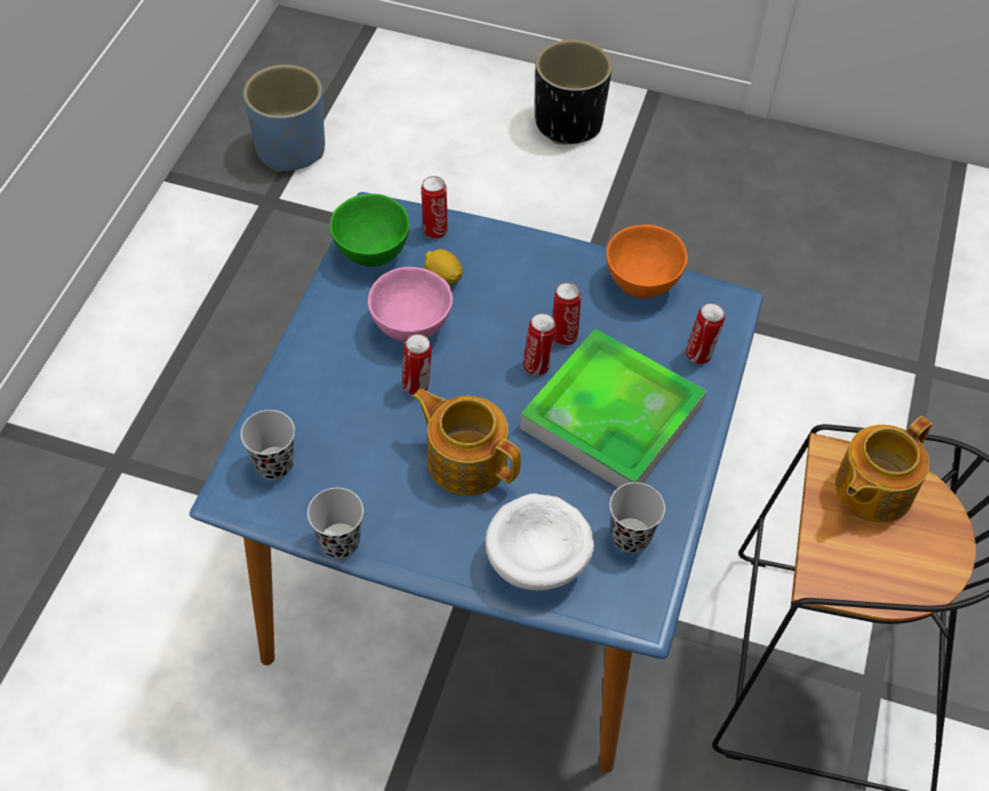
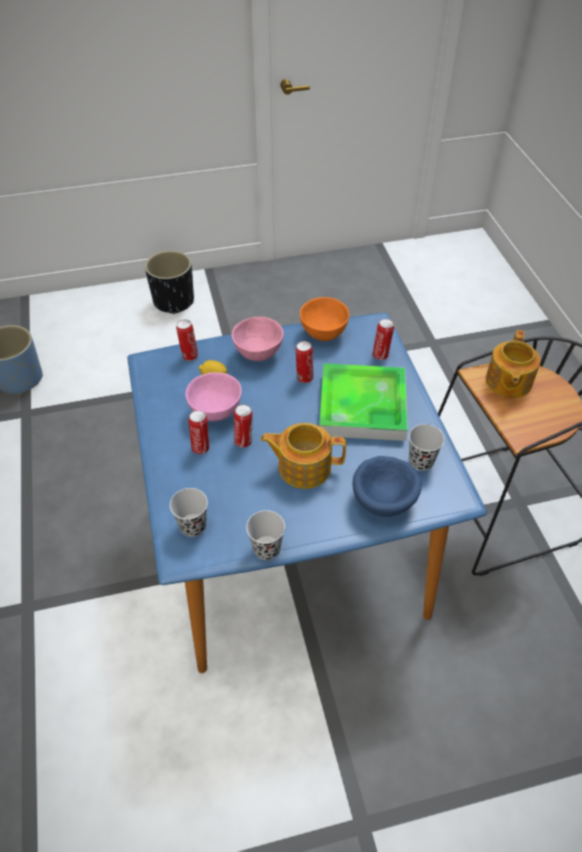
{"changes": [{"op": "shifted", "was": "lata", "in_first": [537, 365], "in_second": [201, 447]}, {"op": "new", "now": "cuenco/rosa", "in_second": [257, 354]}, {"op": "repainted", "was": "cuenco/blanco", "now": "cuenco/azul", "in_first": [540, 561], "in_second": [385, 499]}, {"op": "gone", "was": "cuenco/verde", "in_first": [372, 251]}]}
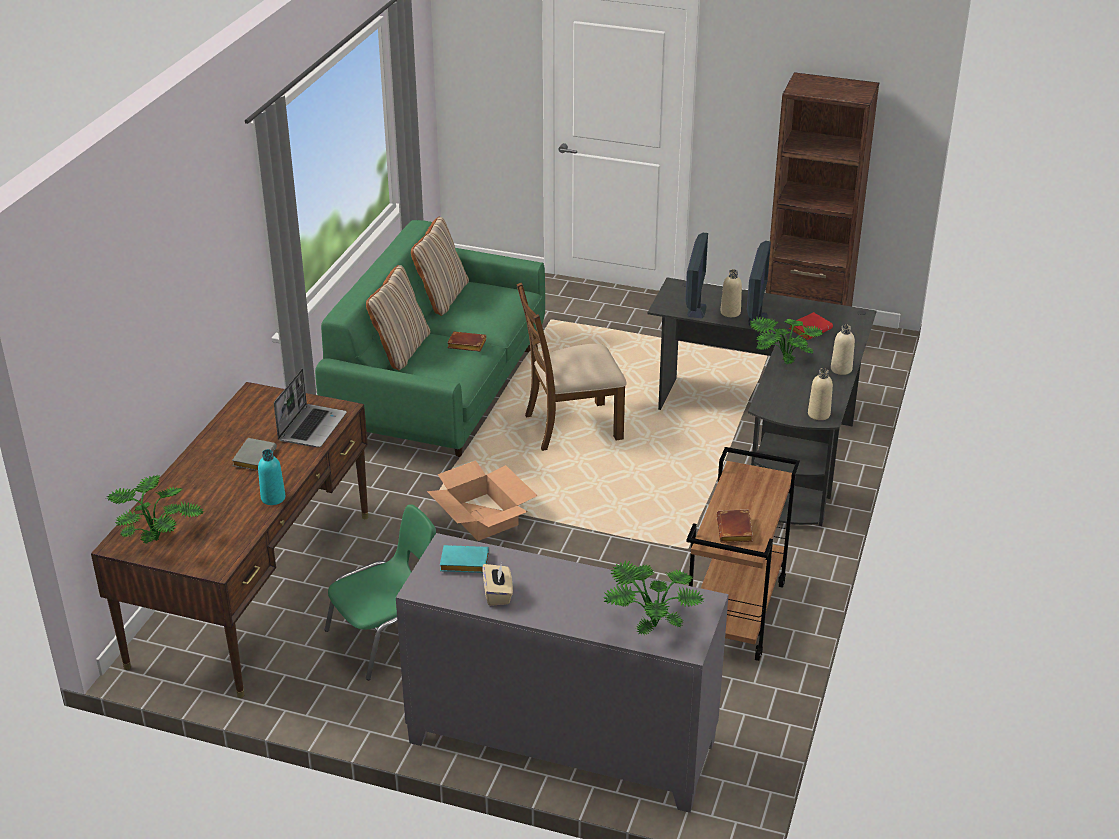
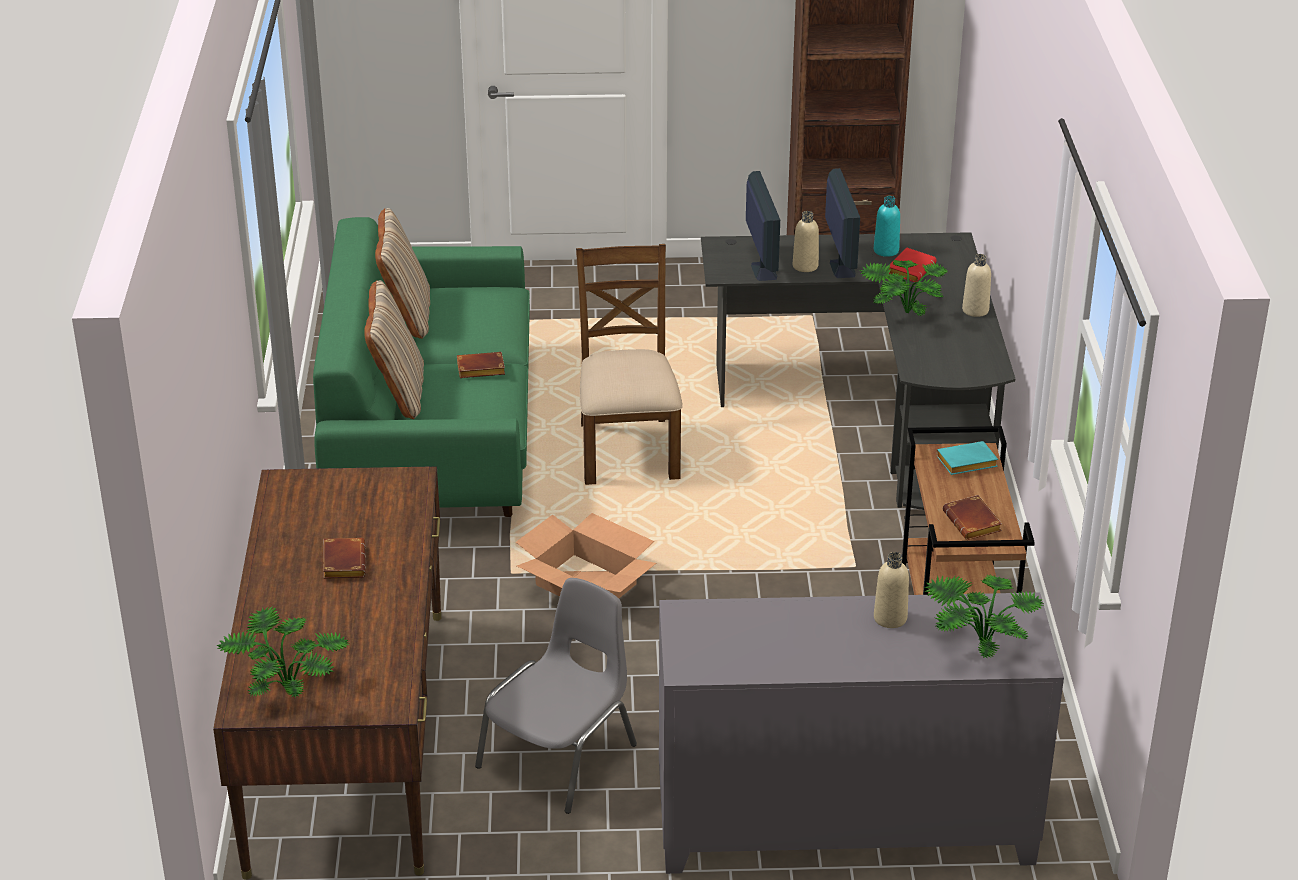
{"changes": [{"op": "repainted", "was": "libro/gris", "now": "libro/marrón", "in_first": [254, 457], "in_second": [342, 562]}, {"op": "repainted", "was": "silla/verde", "now": "silla/gris", "in_first": [388, 636], "in_second": [560, 755]}, {"op": "rotated", "was": "silla/marrón", "in_first": [571, 427], "in_second": [627, 450], "clockwise": 120}, {"op": "shifted", "was": "botella/turquesa", "in_first": [273, 498], "in_second": [886, 250]}, {"op": "shifted", "was": "botella/beis", "in_first": [818, 414], "in_second": [890, 618]}, {"op": "shifted", "was": "libro/turquesa", "in_first": [463, 564], "in_second": [965, 464]}, {"op": "gone", "was": "portátil", "in_first": [312, 427]}, {"op": "gone", "was": "caja de pañuelos/beis", "in_first": [498, 594]}]}
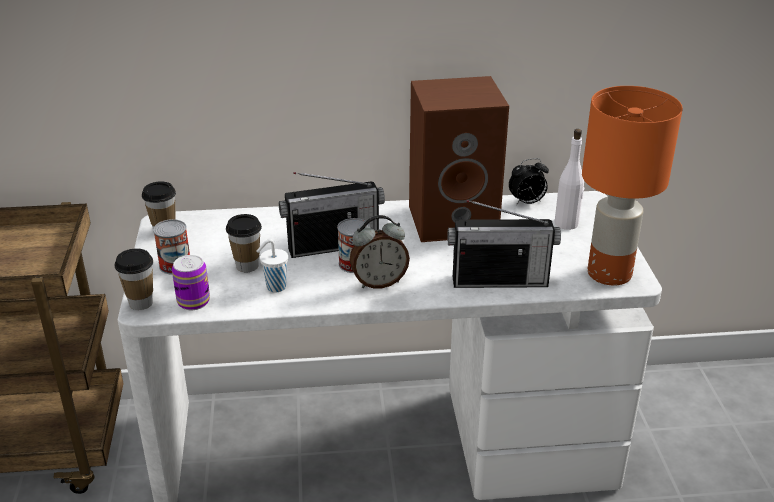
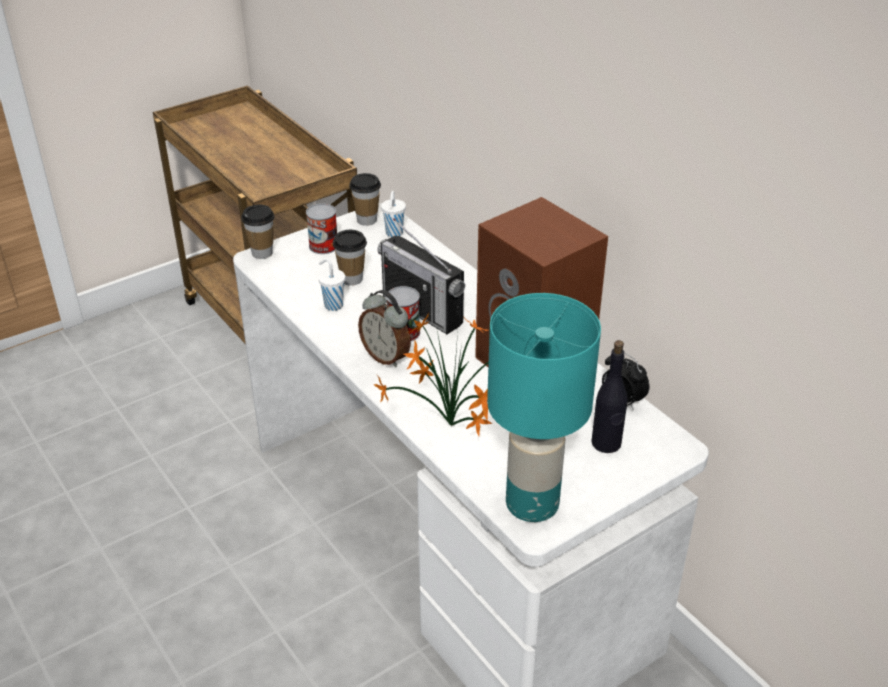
{"changes": [{"op": "swapped", "was": "radio", "now": "planta en maceta", "in_first": [499, 280], "in_second": [452, 429]}, {"op": "new", "now": "taza/blanco", "in_second": [394, 234]}, {"op": "repainted", "was": "lámpara de mesa/naranja", "now": "lámpara de mesa/turquesa", "in_first": [609, 273], "in_second": [533, 503]}, {"op": "repainted", "was": "botella/blanco", "now": "botella/negro", "in_first": [566, 223], "in_second": [606, 443]}, {"op": "gone", "was": "lata", "in_first": [193, 301]}]}
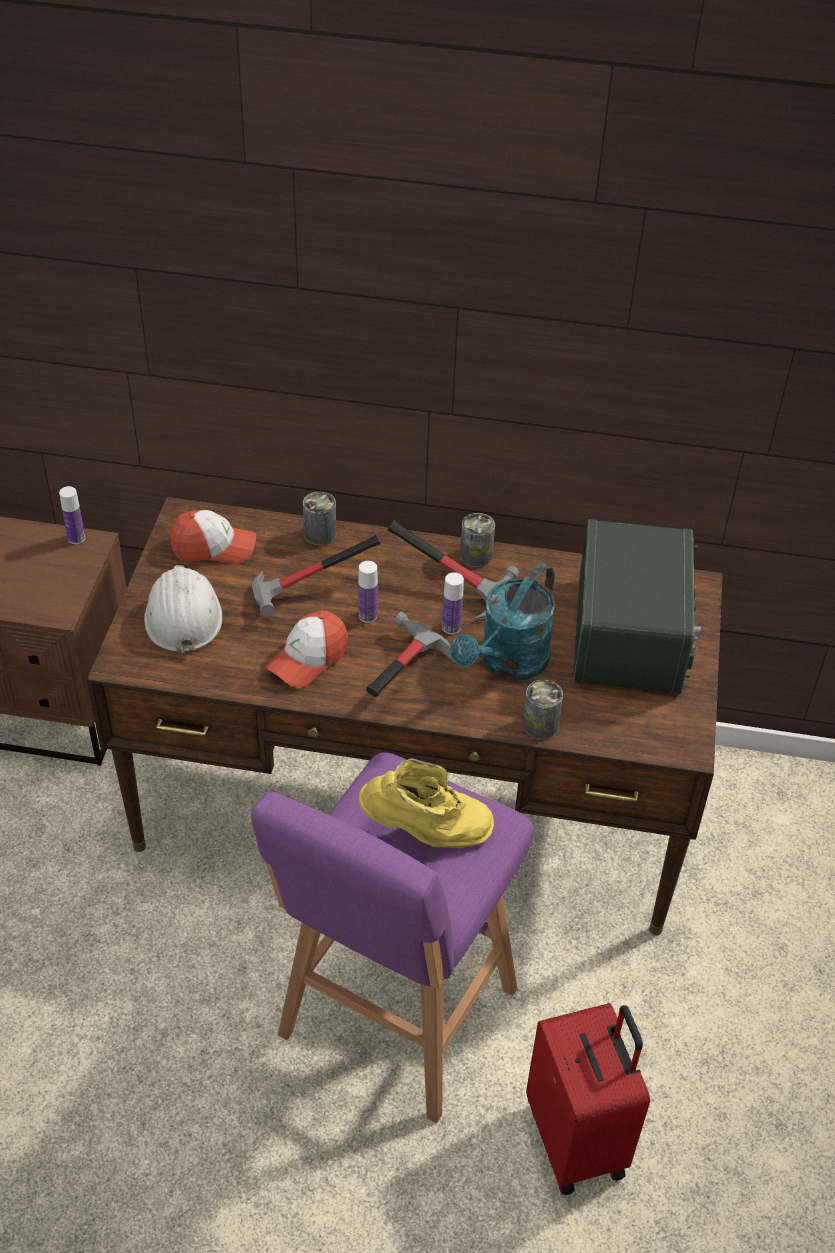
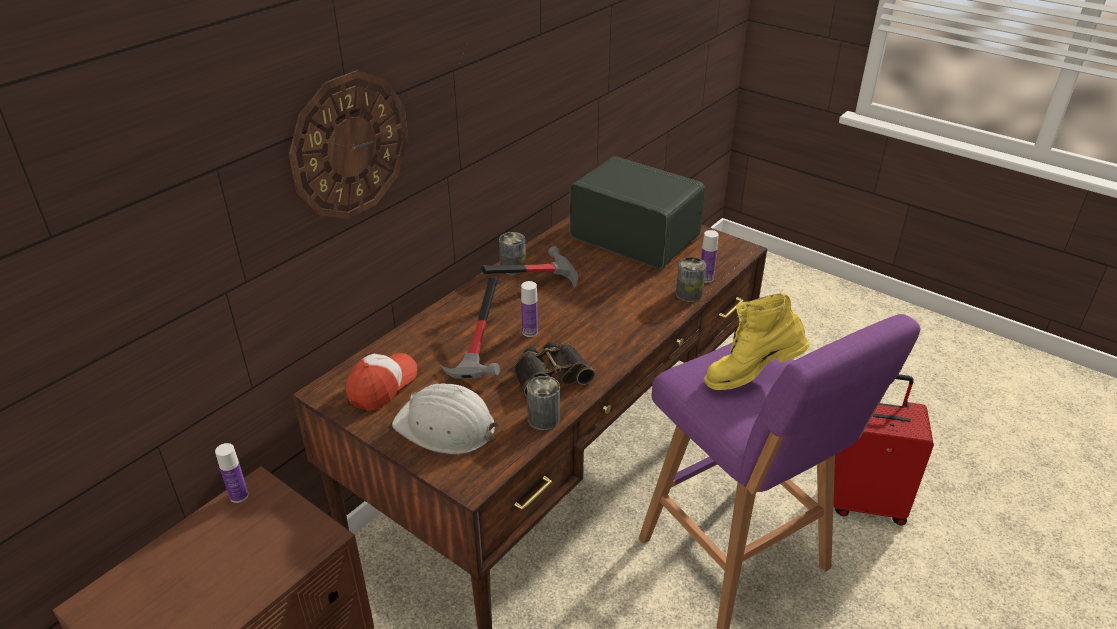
{"changes": [{"op": "new", "now": "reloj de pared", "in_second": [349, 146]}, {"op": "swapped", "was": "gorra", "now": "prismáticos", "in_first": [308, 658], "in_second": [550, 374]}, {"op": "shifted", "was": "lata", "in_first": [320, 534], "in_second": [543, 419]}, {"op": "shifted", "was": "botella", "in_first": [451, 627], "in_second": [706, 278]}, {"op": "rotated", "was": "bota/amarillo", "in_first": [426, 833], "in_second": [751, 376], "clockwise": -135}, {"op": "gone", "was": "martillo", "in_first": [401, 674]}, {"op": "gone", "was": "regadera/turquesa", "in_first": [507, 663]}]}
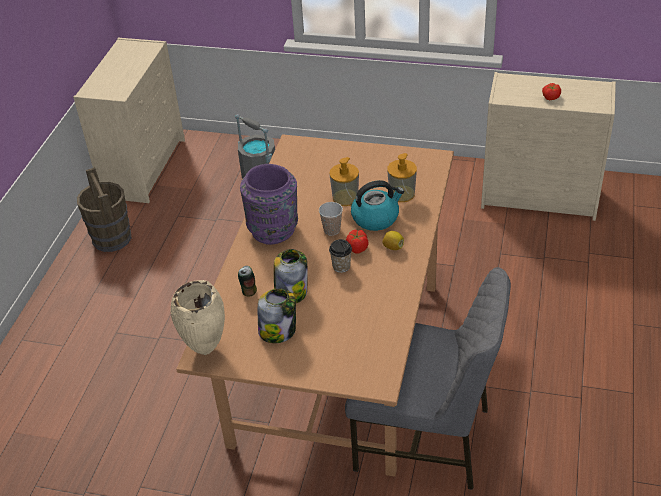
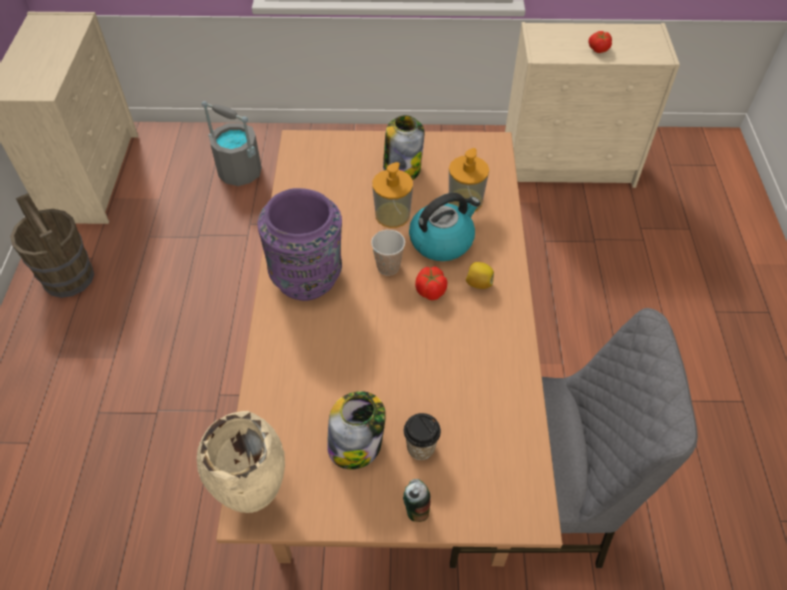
{"changes": [{"op": "shifted", "was": "tarro", "in_first": [291, 292], "in_second": [402, 168]}, {"op": "shifted", "was": "lata", "in_first": [249, 291], "in_second": [416, 509]}, {"op": "shifted", "was": "taza", "in_first": [341, 266], "in_second": [421, 448]}]}
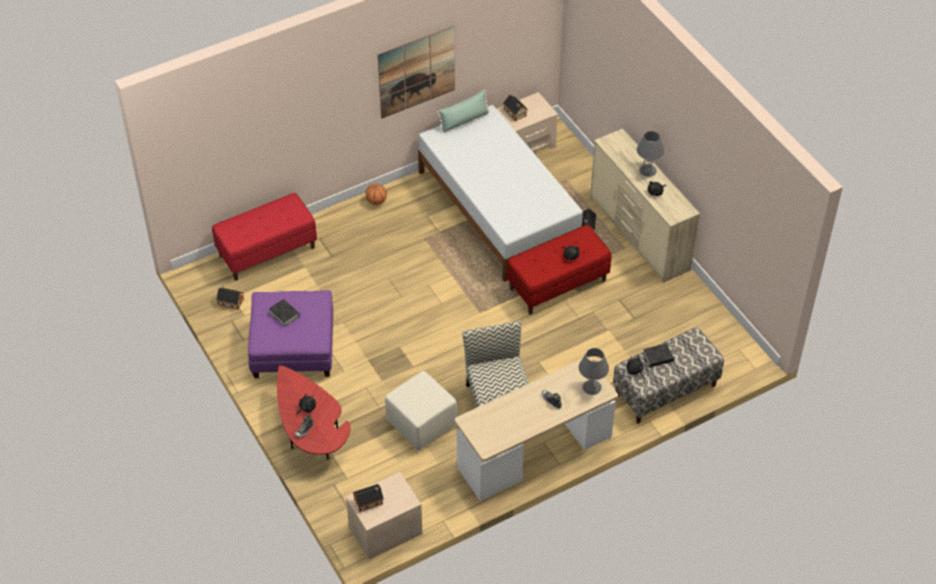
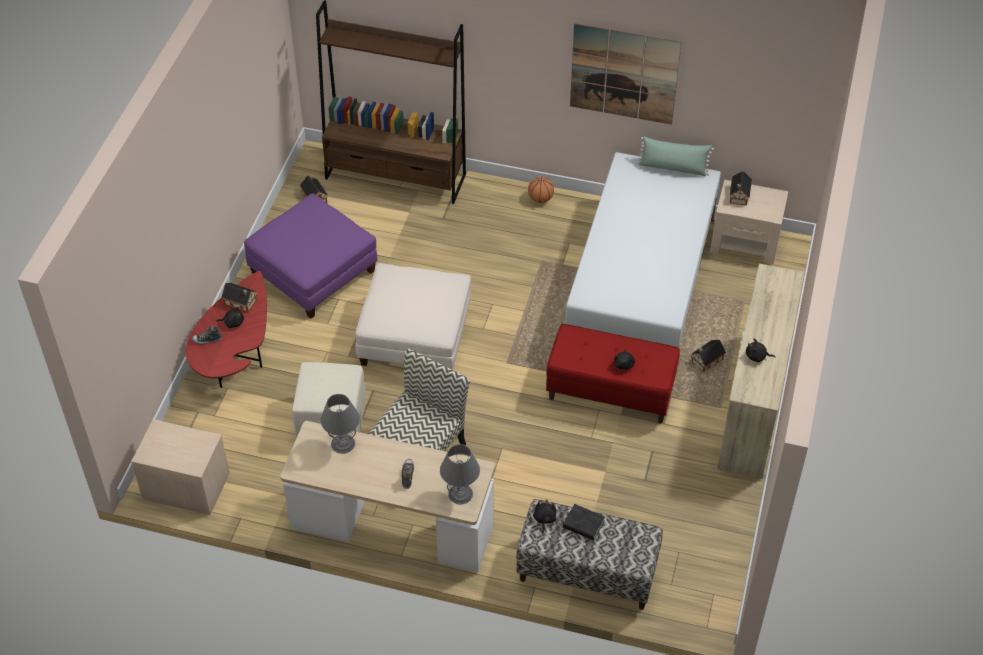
{"changes": [{"op": "shifted", "was": "casita", "in_first": [369, 501], "in_second": [241, 303]}, {"op": "swapped", "was": "banco/rojo", "now": "estantería/marrón", "in_first": [267, 251], "in_second": [396, 177]}, {"op": "shifted", "was": "lámpara de mesa/gris", "in_first": [648, 170], "in_second": [343, 443]}, {"op": "new", "now": "puf/blanco", "in_second": [414, 337]}, {"op": "gone", "was": "libro/negro", "in_first": [284, 314]}]}
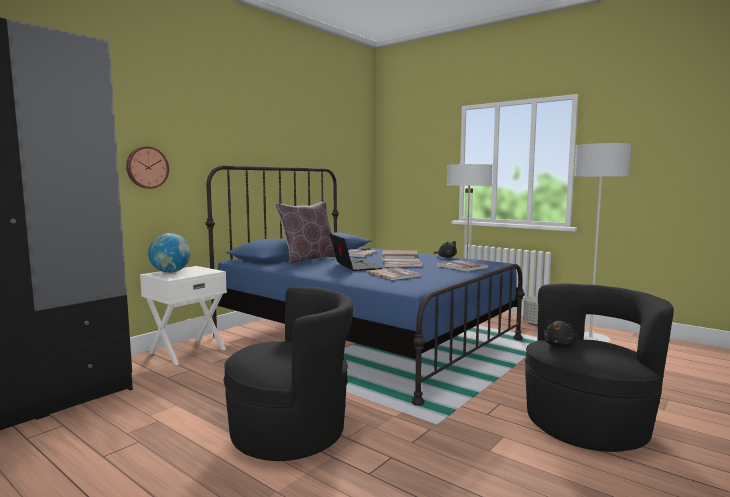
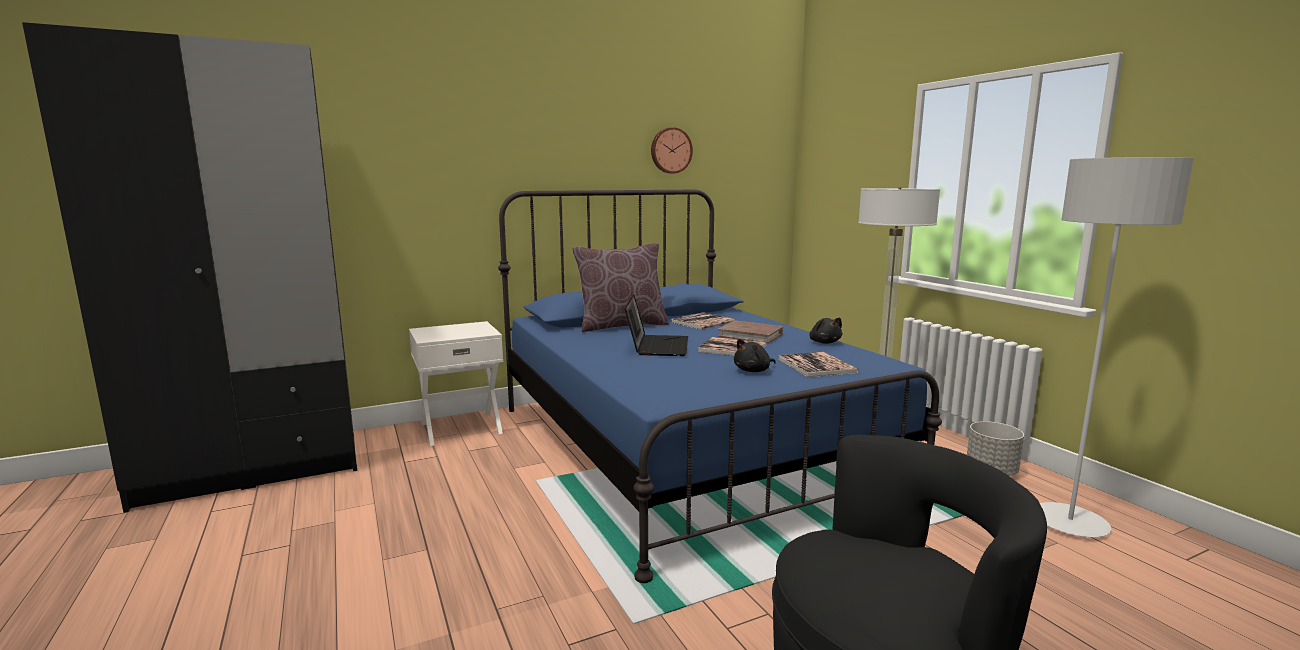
{"changes": [{"op": "shifted", "was": "reloj de pared", "in_first": [146, 167], "in_second": [670, 150]}, {"op": "shifted", "was": "peluche/negro", "in_first": [560, 346], "in_second": [753, 371]}, {"op": "gone", "was": "globo terráqueo", "in_first": [170, 272]}, {"op": "gone", "was": "sillón/negro", "in_first": [291, 432]}, {"op": "gone", "was": "libro", "in_first": [393, 275]}]}
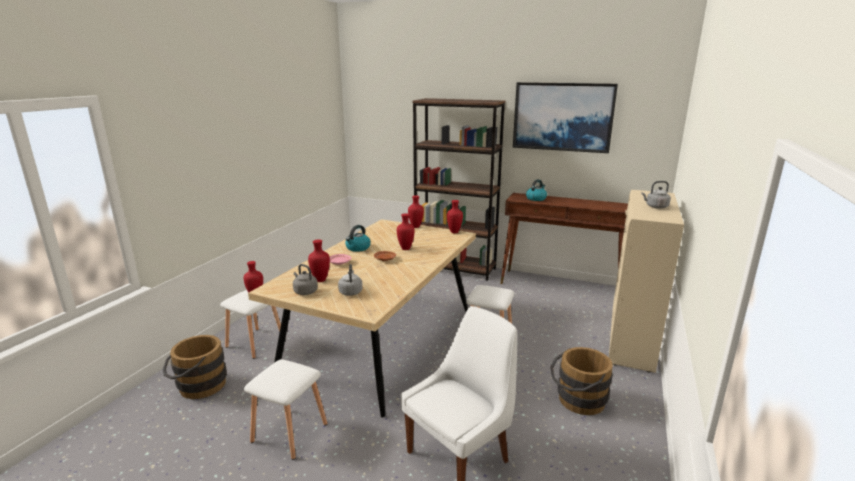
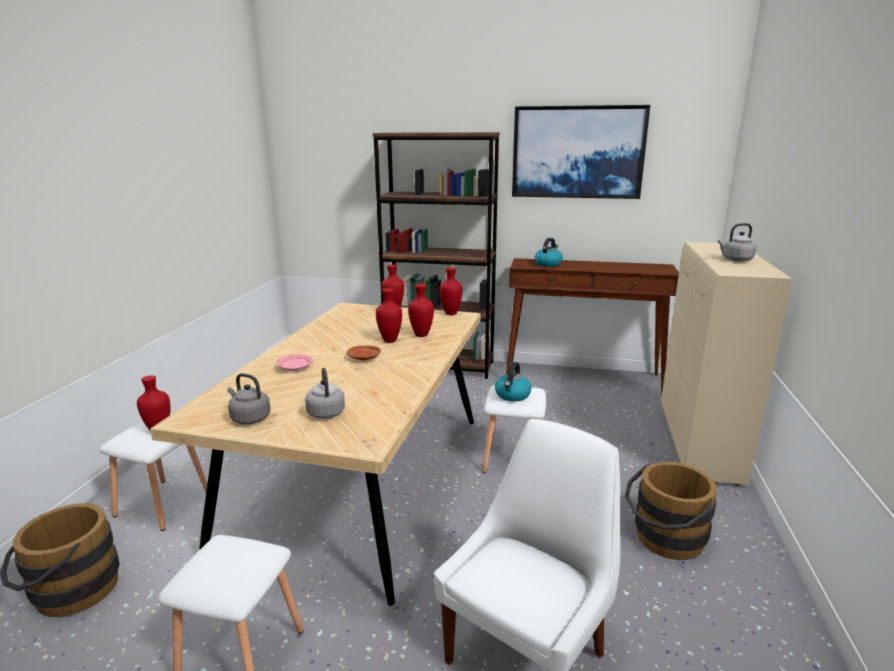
{"changes": [{"op": "shifted", "was": "florero/rojo", "in_first": [321, 280], "in_second": [421, 335]}, {"op": "shifted", "was": "hervidor", "in_first": [358, 248], "in_second": [512, 395]}]}
